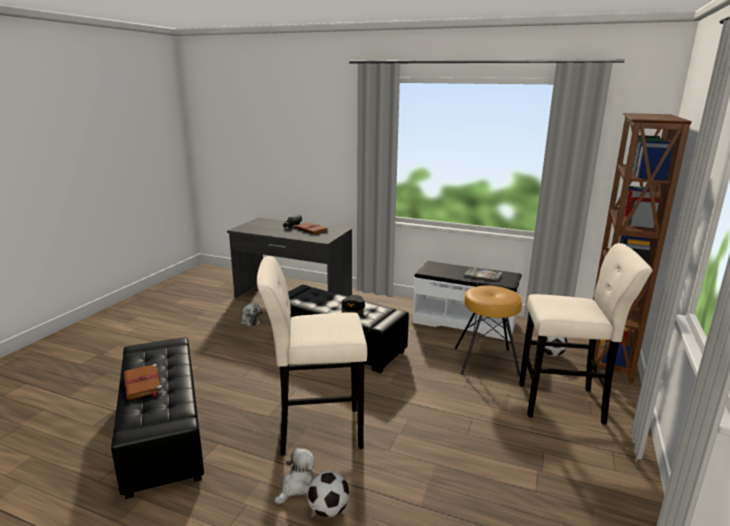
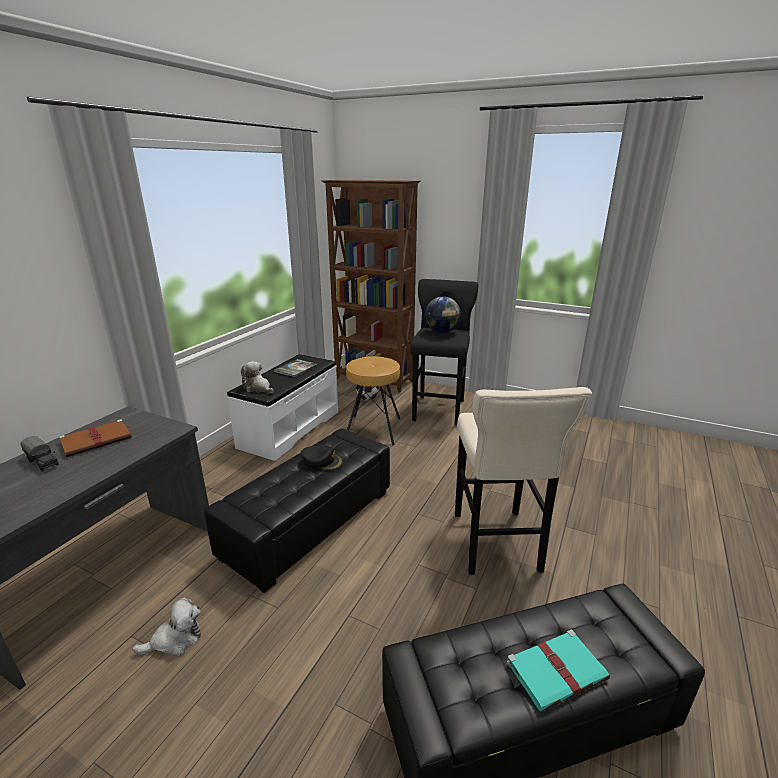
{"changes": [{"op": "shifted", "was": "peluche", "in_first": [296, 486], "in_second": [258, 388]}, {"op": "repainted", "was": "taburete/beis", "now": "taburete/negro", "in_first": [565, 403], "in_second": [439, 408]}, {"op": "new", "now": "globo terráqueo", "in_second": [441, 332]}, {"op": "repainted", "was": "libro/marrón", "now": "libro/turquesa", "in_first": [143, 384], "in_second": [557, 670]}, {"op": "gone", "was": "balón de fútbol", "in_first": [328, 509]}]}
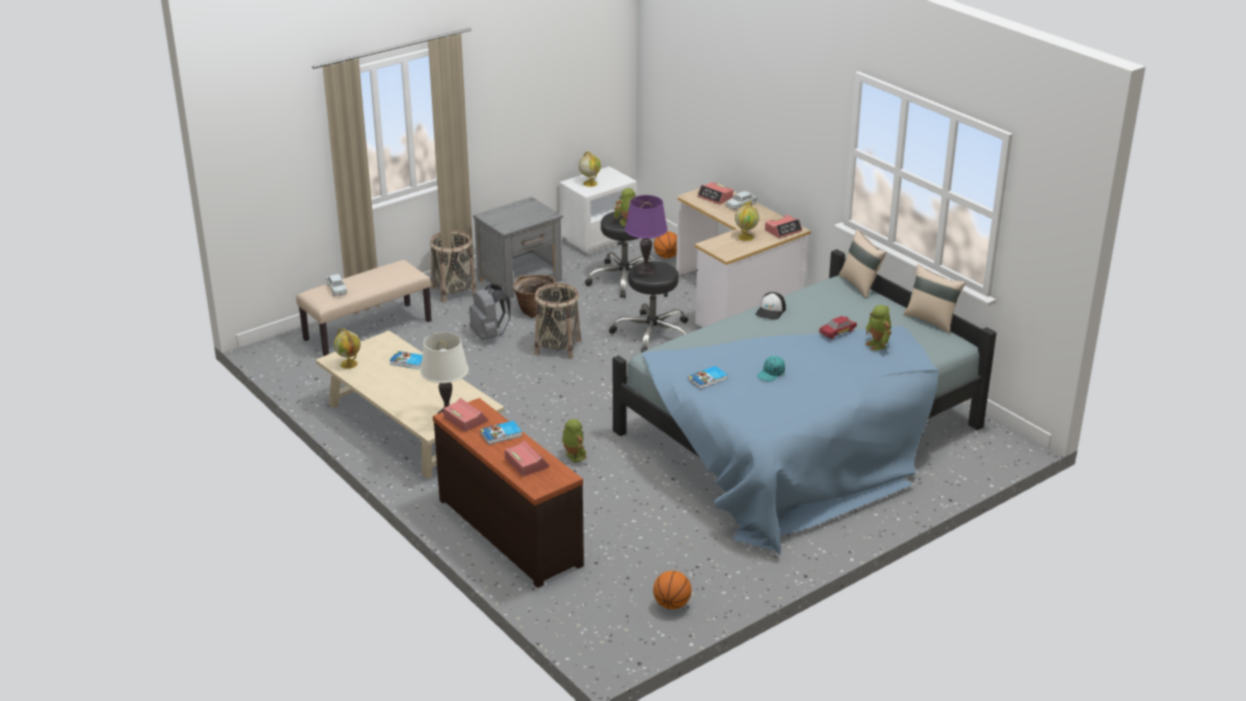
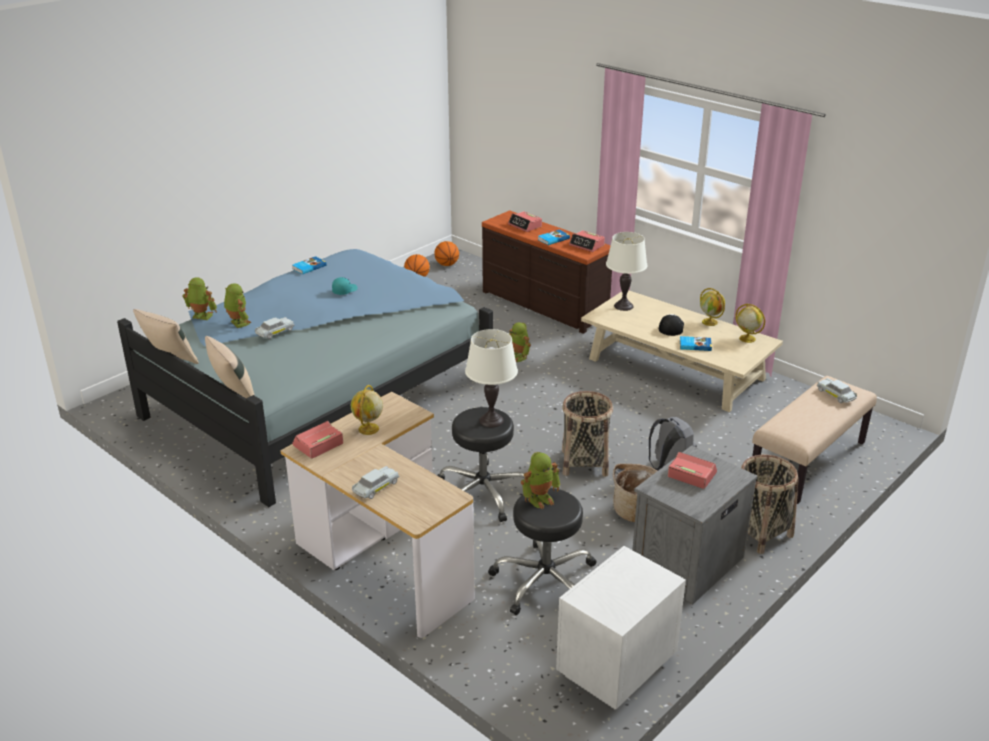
{"changes": [{"op": "new", "now": "robot de juguete", "in_second": [201, 317]}, {"op": "repainted", "was": "coche de juguete/rojo", "now": "coche de juguete/blanco", "in_first": [837, 332], "in_second": [275, 332]}, {"op": "shifted", "was": "libro", "in_first": [708, 379], "in_second": [308, 267]}, {"op": "shifted", "was": "balón de baloncesto", "in_first": [667, 256], "in_second": [447, 264]}, {"op": "repainted", "was": "lámpara de mesa/morado", "now": "lámpara de mesa/blanco", "in_first": [645, 271], "in_second": [491, 420]}, {"op": "shifted", "was": "gorra", "in_first": [771, 311], "in_second": [671, 327]}, {"op": "shifted", "was": "despertador", "in_first": [715, 197], "in_second": [691, 475]}, {"op": "shifted", "was": "globo terráqueo", "in_first": [589, 183], "in_second": [710, 322]}]}
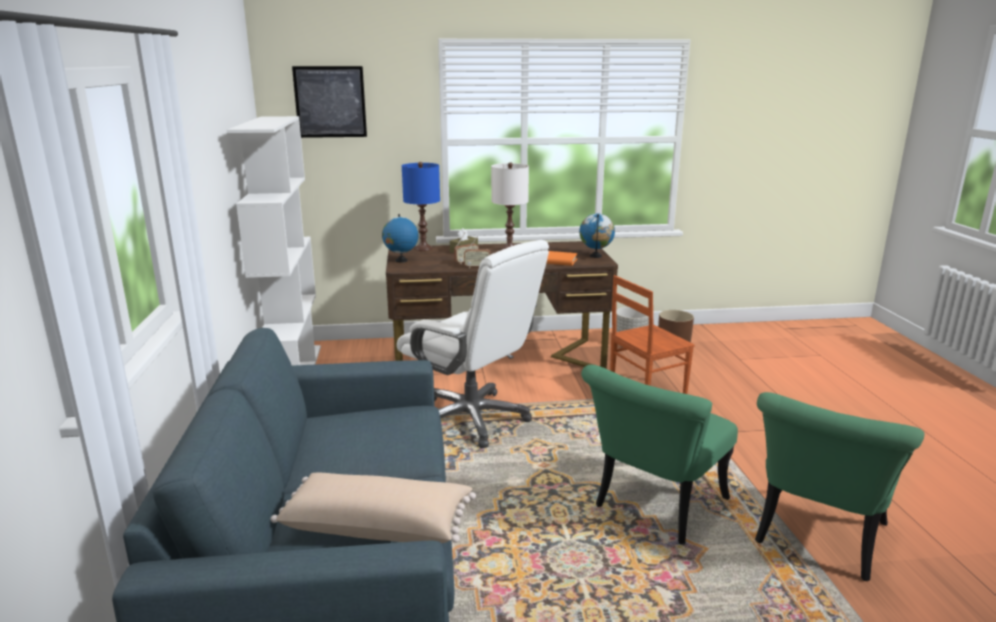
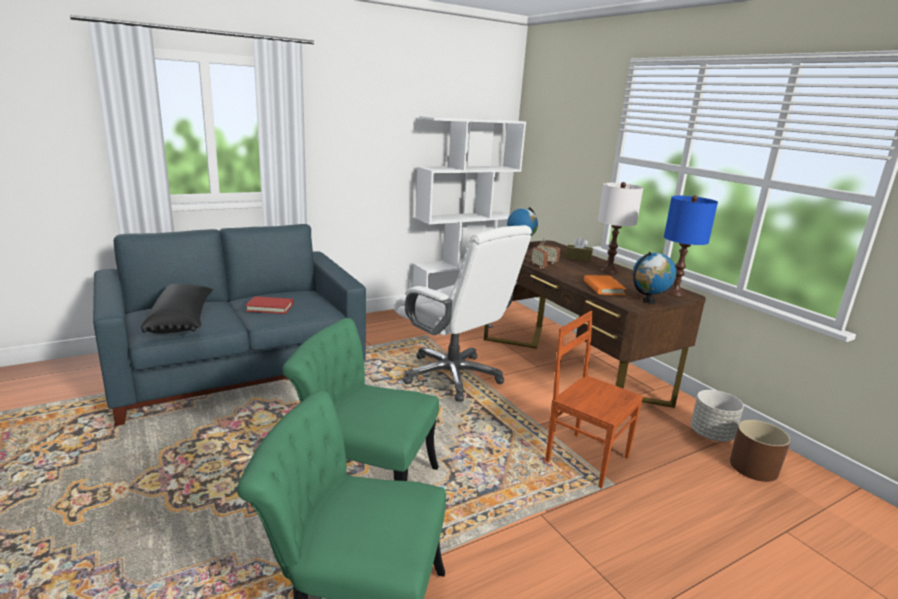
{"changes": [{"op": "repainted", "was": "cojín/beis", "now": "cojín/negro", "in_first": [378, 525], "in_second": [183, 321]}, {"op": "new", "now": "libro/rojo", "in_second": [270, 307]}, {"op": "rotated", "was": "silla de oficina/blanco", "in_first": [472, 419], "in_second": [453, 376], "clockwise": -60}, {"op": "shifted", "was": "lámpara de mesa/azul", "in_first": [423, 248], "in_second": [674, 293]}, {"op": "gone", "was": "cuadro", "in_first": [330, 102]}]}
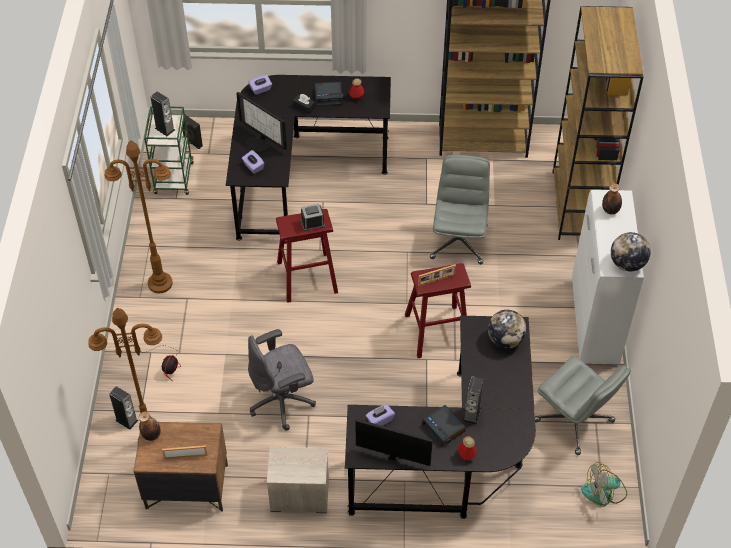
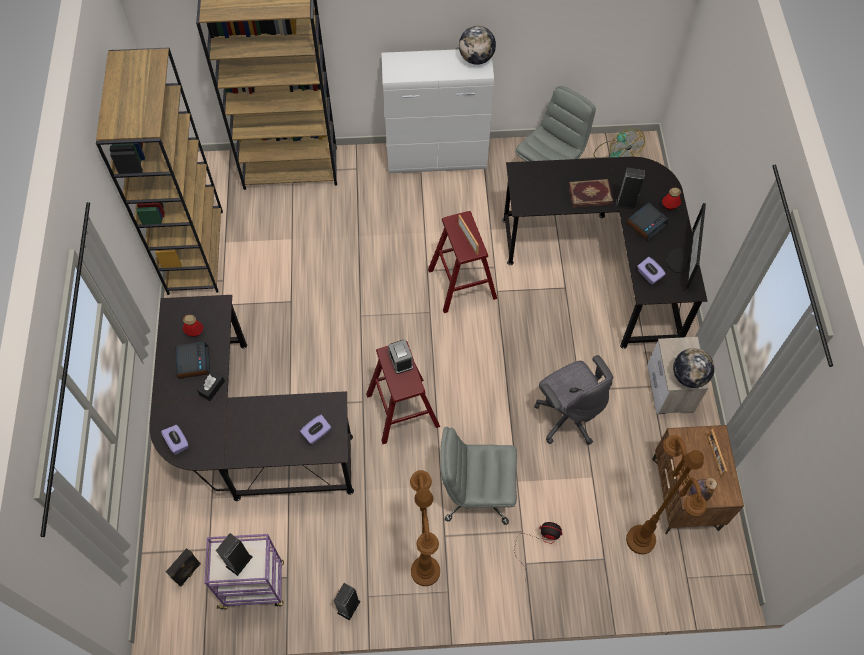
{"changes": [{"op": "repainted", "was": "carrito/verde", "now": "carrito/morado", "in_first": [174, 179], "in_second": [254, 585]}, {"op": "shifted", "was": "altavoz", "in_first": [126, 420], "in_second": [348, 607]}, {"op": "shifted", "was": "silla de oficina/gris", "in_first": [458, 241], "in_second": [476, 493]}, {"op": "new", "now": "libro", "in_second": [589, 193]}, {"op": "shifted", "was": "globo terráqueo", "in_first": [505, 340], "in_second": [689, 376]}, {"op": "gone", "was": "monitor", "in_first": [259, 143]}, {"op": "gone", "was": "botella", "in_first": [610, 210]}]}
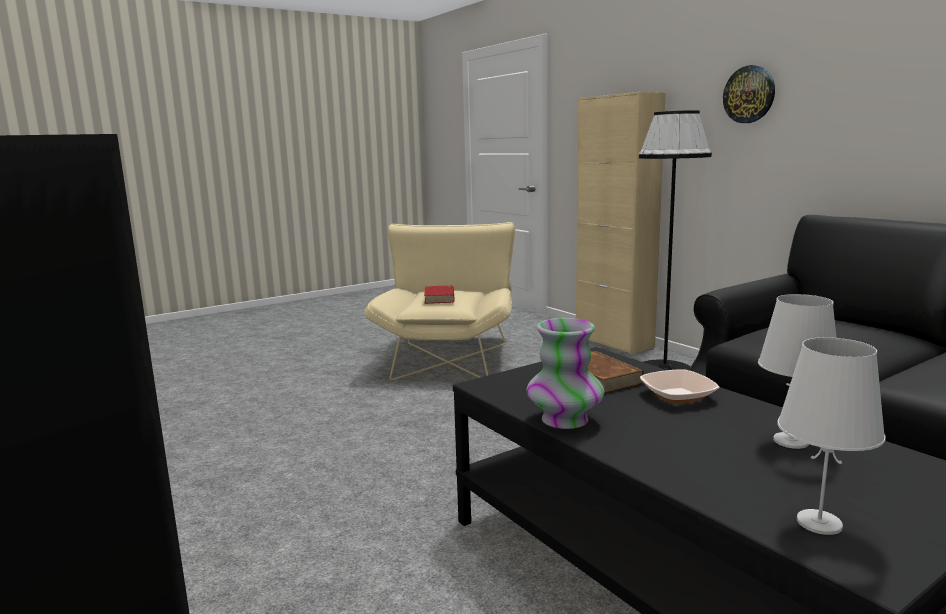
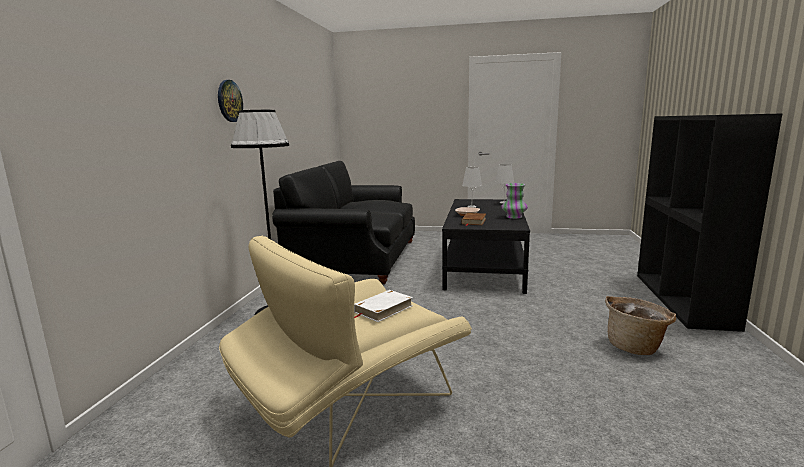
{"changes": [{"op": "repainted", "was": "libro/rojo", "now": "libro/blanco", "in_first": [440, 298], "in_second": [383, 309]}, {"op": "new", "now": "cesta", "in_second": [635, 346]}, {"op": "gone", "was": "armario/beis", "in_first": [614, 342]}]}
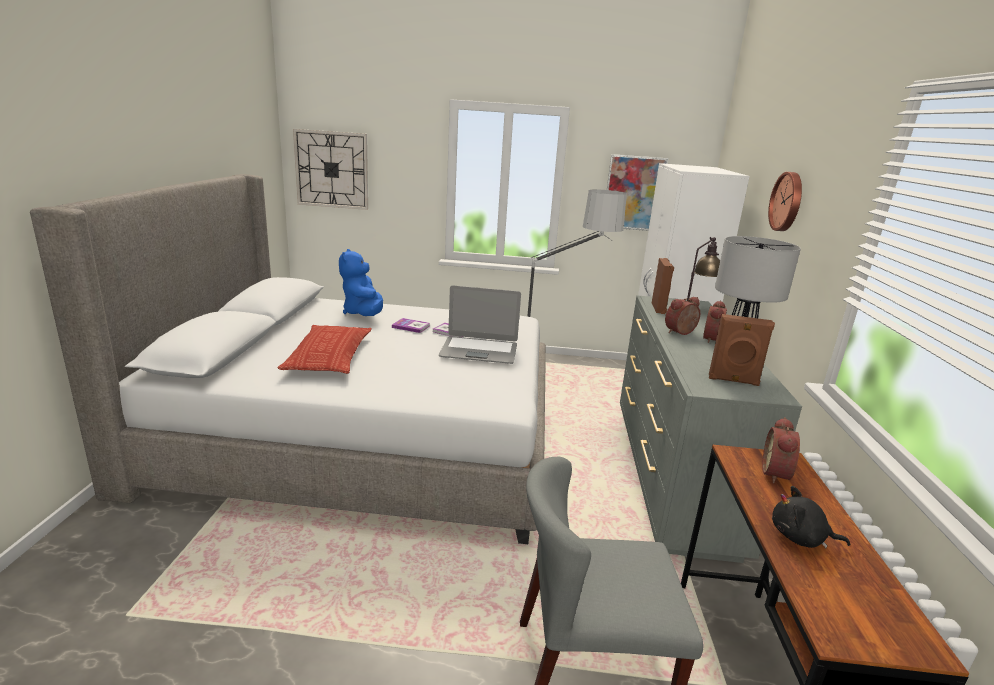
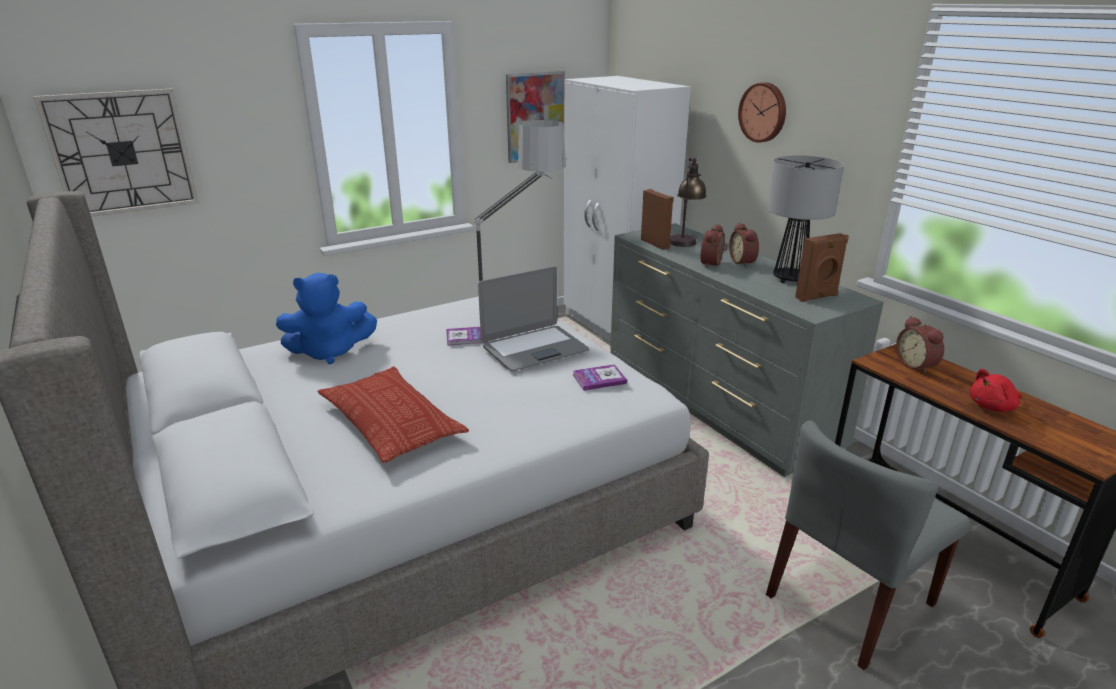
{"changes": [{"op": "rotated", "was": "peluche/azul", "in_first": [364, 314], "in_second": [329, 352], "clockwise": -60}, {"op": "shifted", "was": "libro", "in_first": [411, 326], "in_second": [599, 379]}, {"op": "repainted", "was": "peluche/negro", "now": "peluche/rojo", "in_first": [800, 538], "in_second": [993, 407]}]}
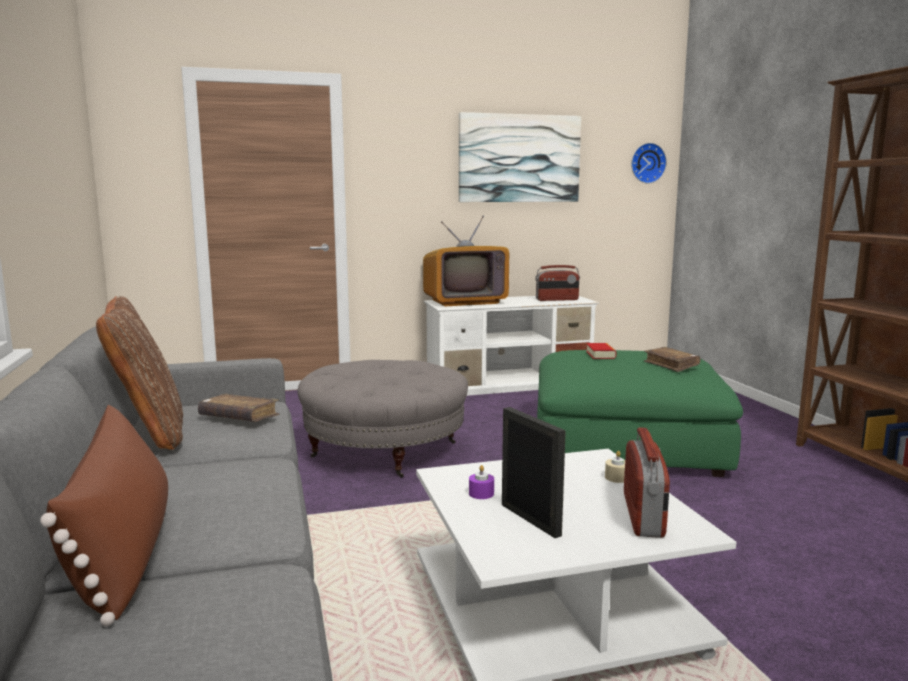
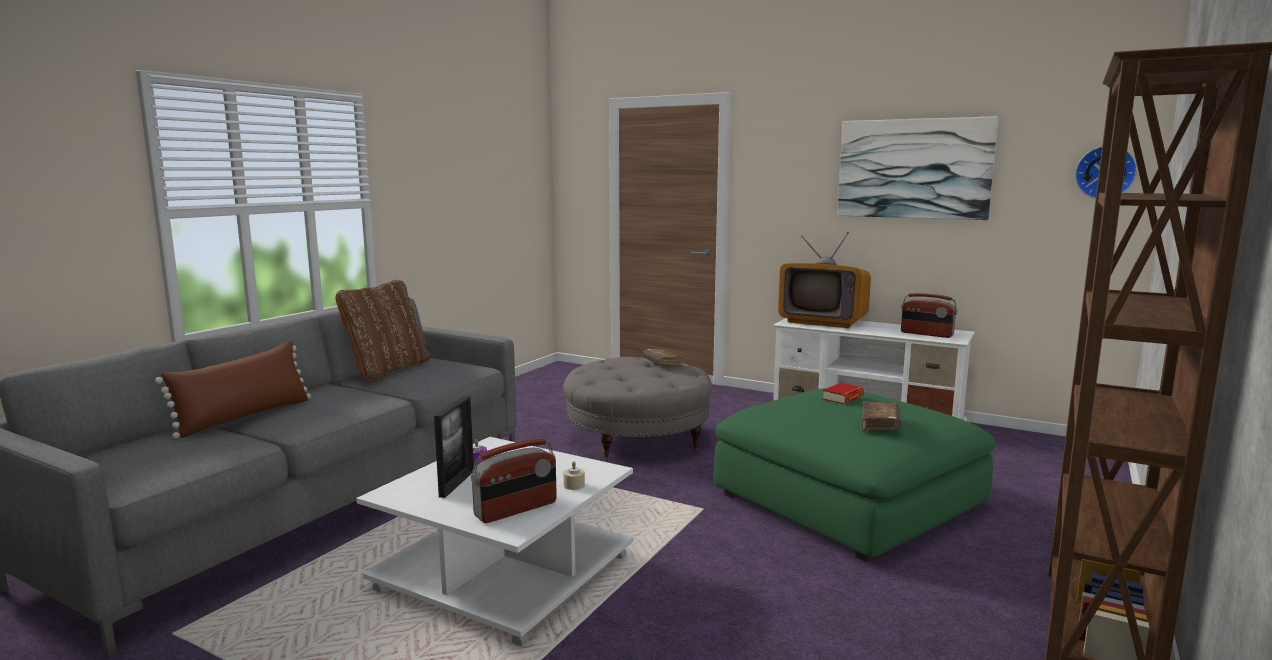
{"changes": [{"op": "shifted", "was": "libro/marrón", "in_first": [239, 418], "in_second": [662, 363]}]}
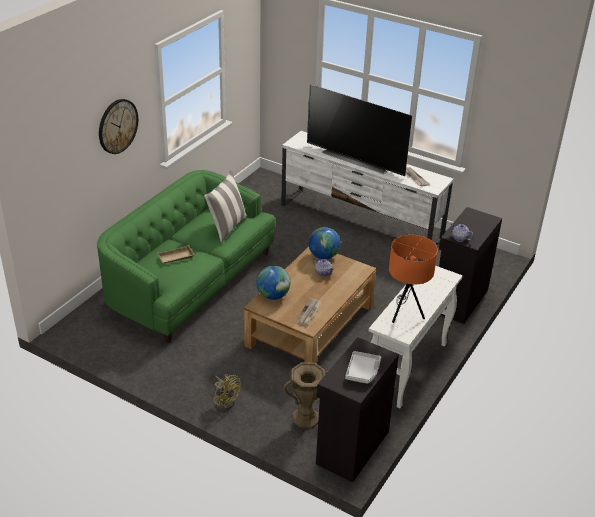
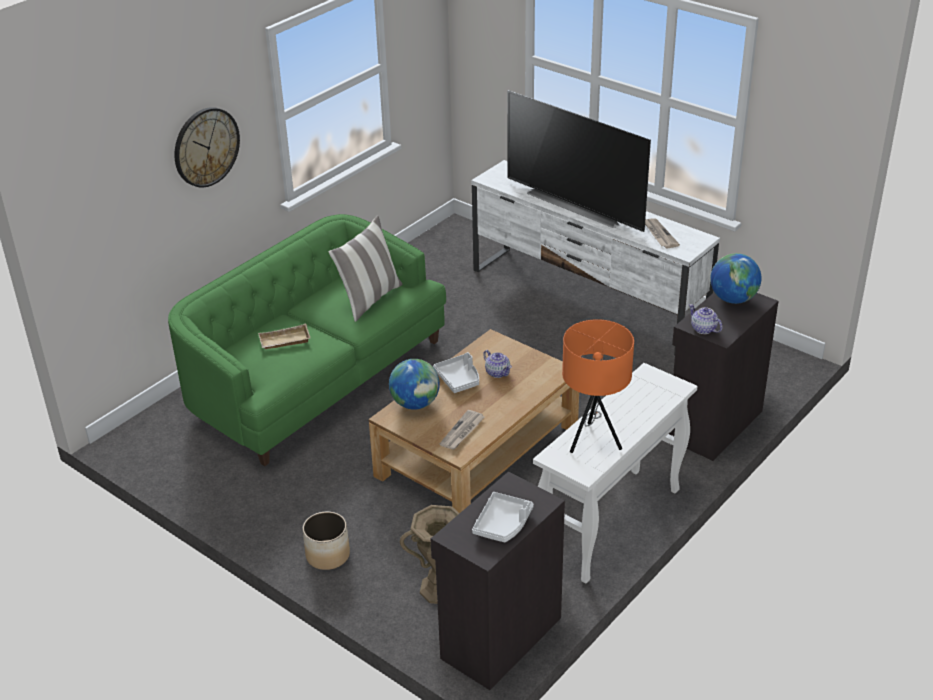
{"changes": [{"op": "swapped", "was": "ventilador/amarillo", "now": "maceta", "in_first": [225, 400], "in_second": [328, 555]}, {"op": "new", "now": "bandeja/gris", "in_second": [459, 379]}, {"op": "shifted", "was": "globo terráqueo", "in_first": [323, 256], "in_second": [733, 299]}]}
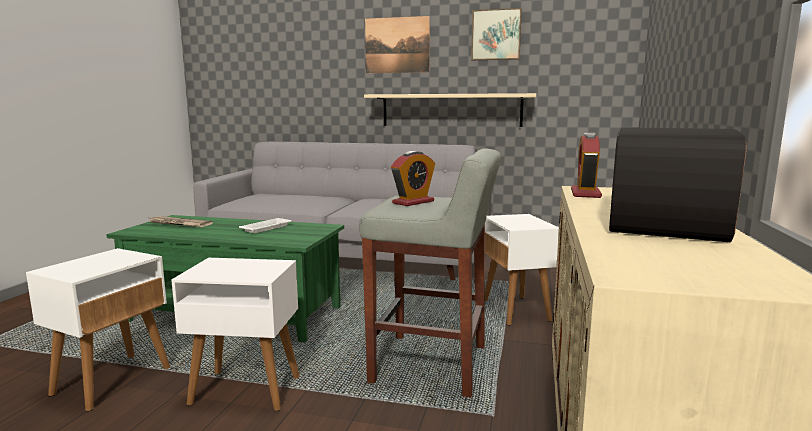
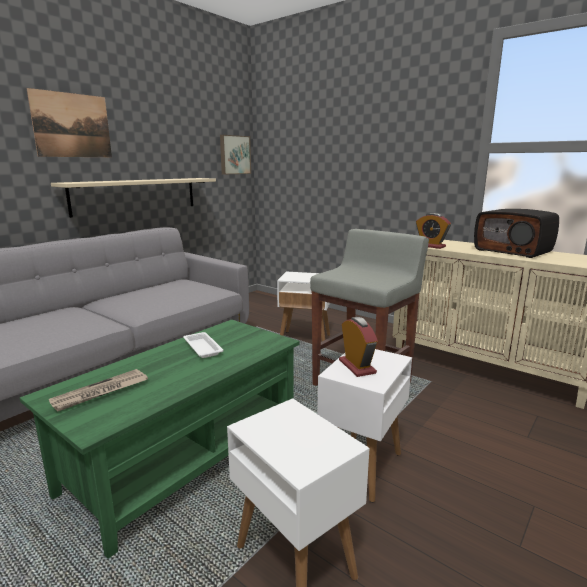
{"changes": [{"op": "shifted", "was": "cuadro", "in_first": [496, 35], "in_second": [234, 155]}, {"op": "shifted", "was": "despertador", "in_first": [413, 202], "in_second": [357, 366]}]}
